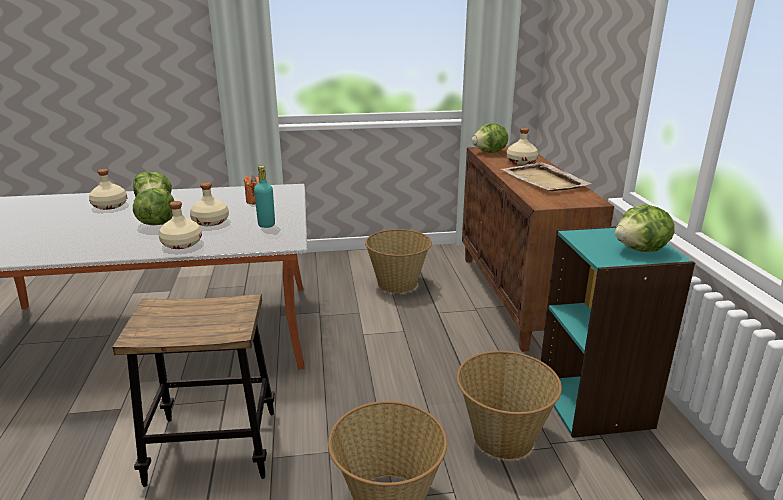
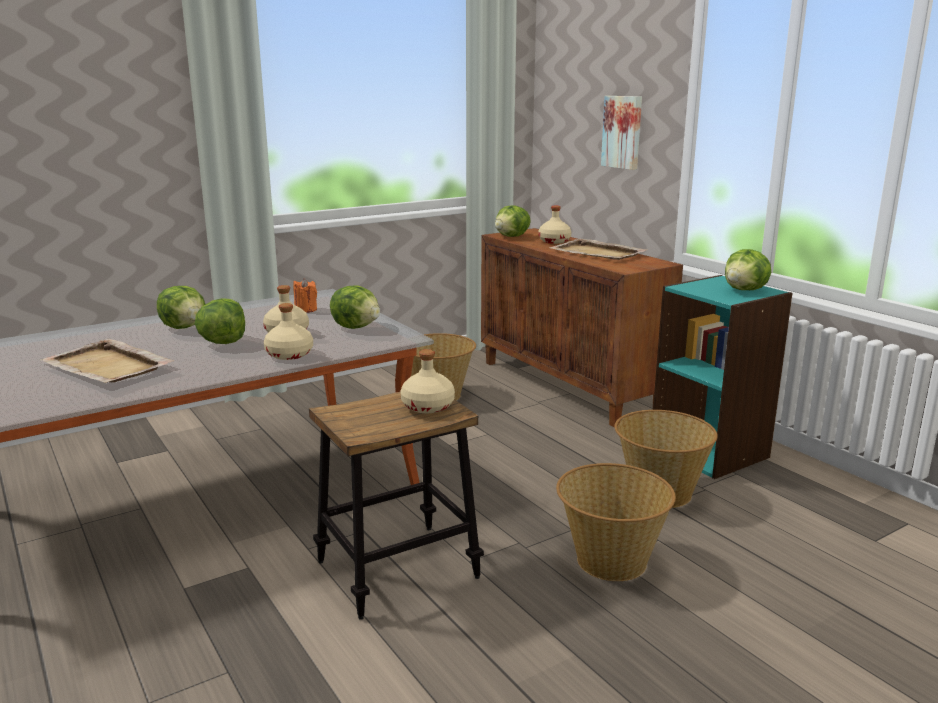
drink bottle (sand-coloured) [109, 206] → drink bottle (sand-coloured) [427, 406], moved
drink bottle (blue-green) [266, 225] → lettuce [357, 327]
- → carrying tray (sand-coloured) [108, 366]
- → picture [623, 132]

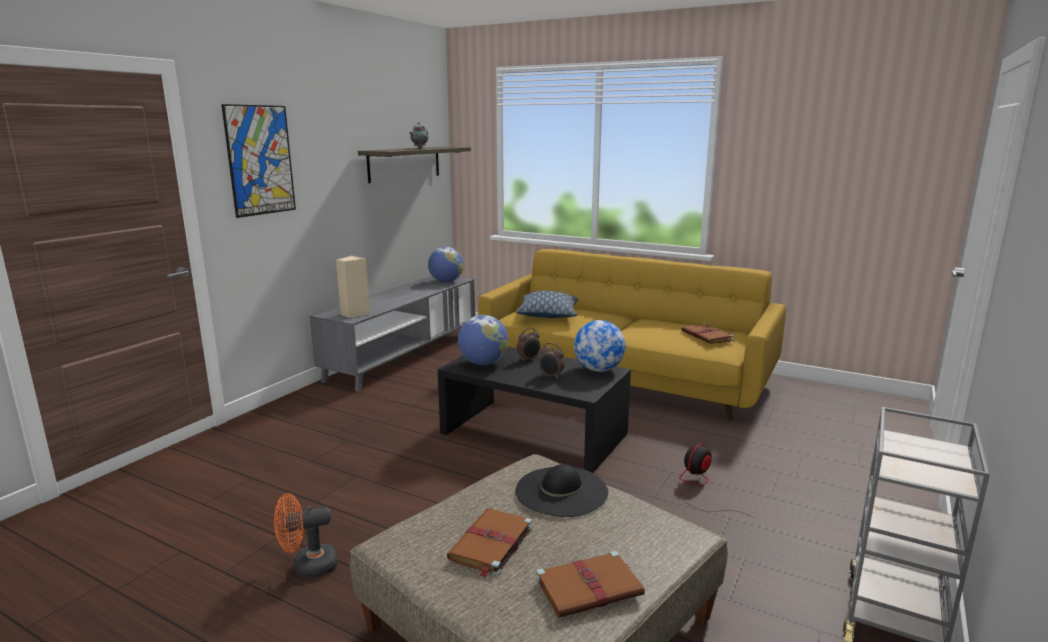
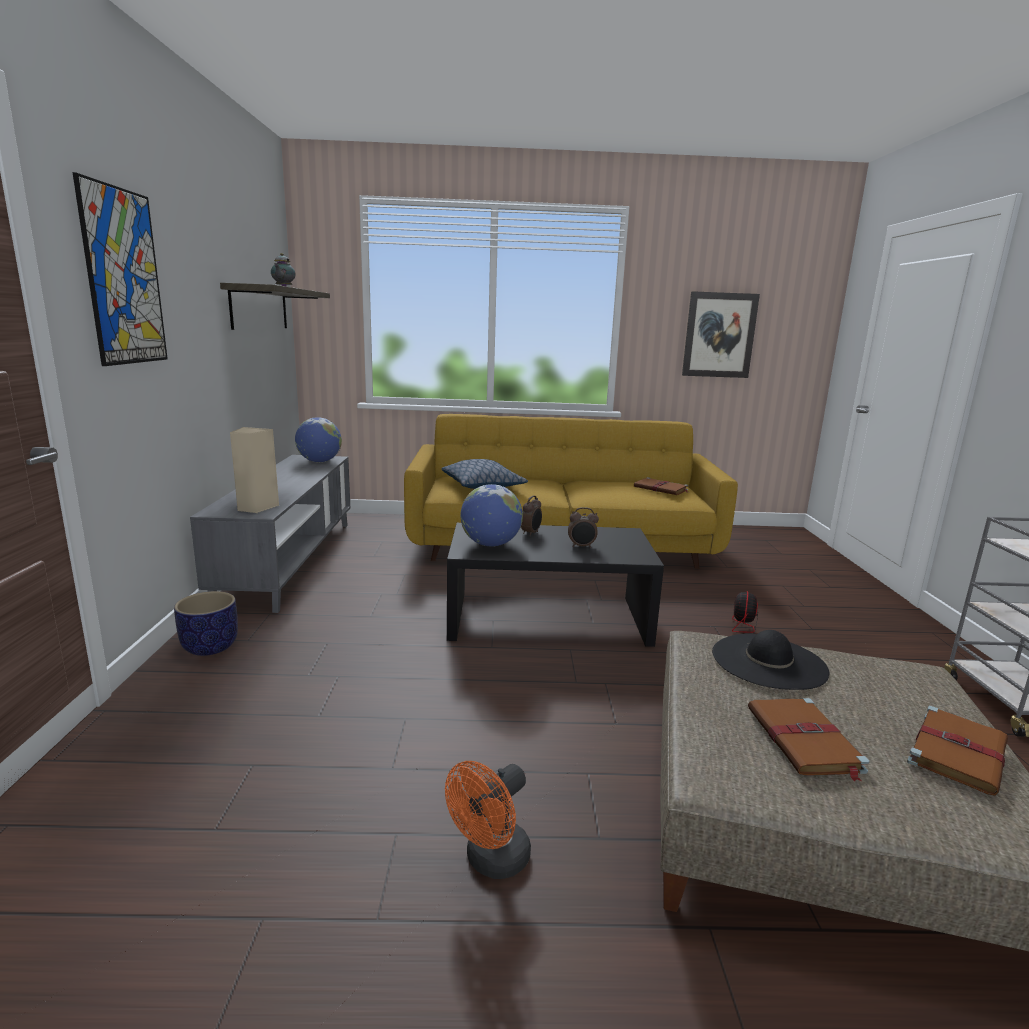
globe [598, 370] → -
- → flower pot [211, 647]
- → picture [719, 335]

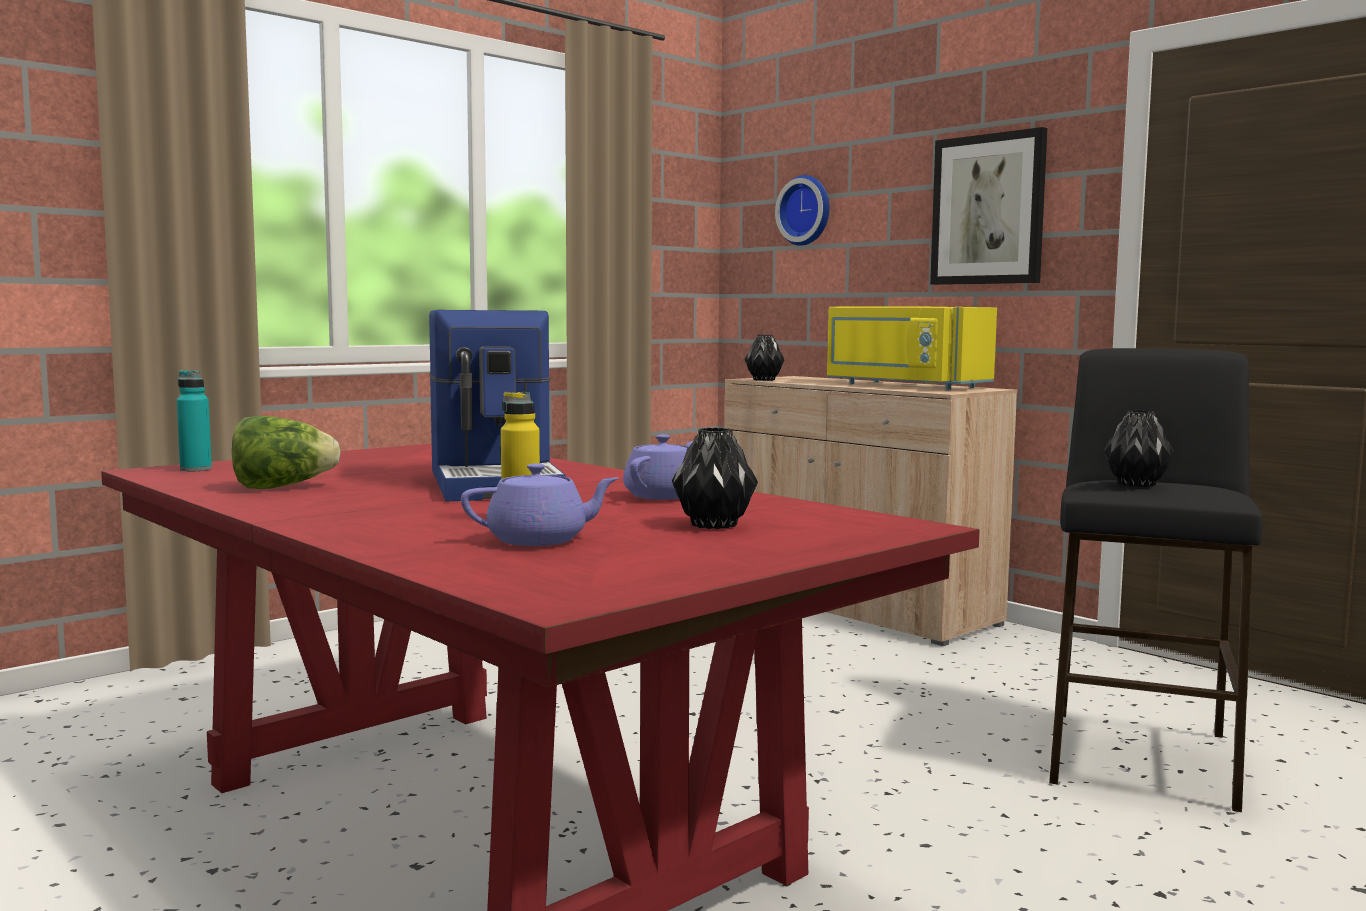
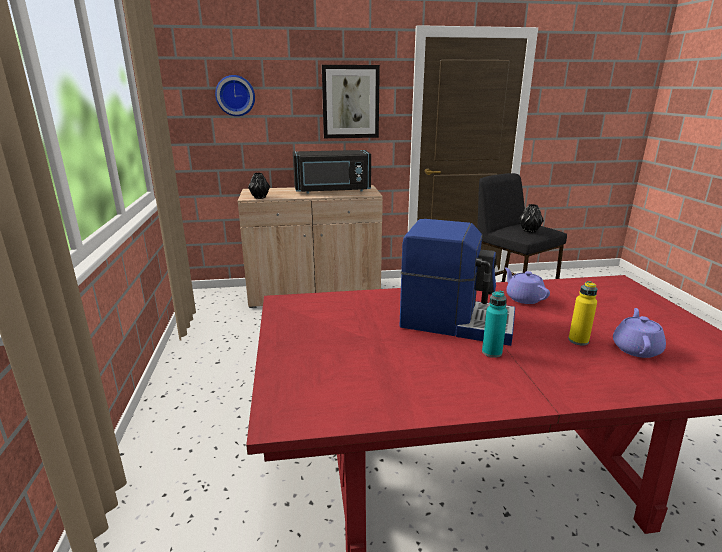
drink bottle (blue-green) [196, 469] → drink bottle (blue-green) [491, 352], moved
lettuce [282, 487] → -
flower vase (blackish) [713, 525] → -
microwave oven (yellowish) [903, 385] → microwave oven (blackish) [332, 191]

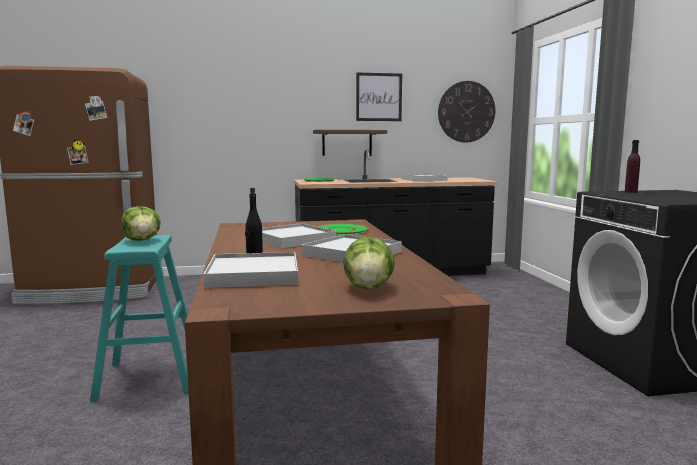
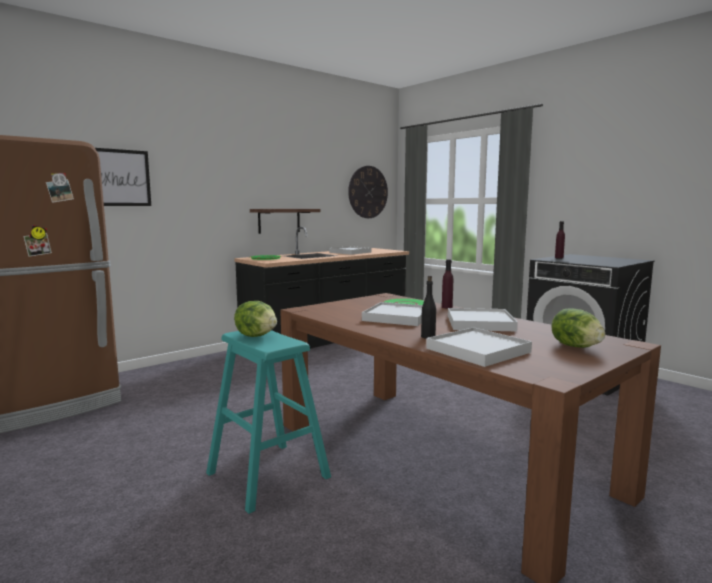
picture [379, 97] → picture [120, 178], moved
- → drink bottle (purple) [447, 307]

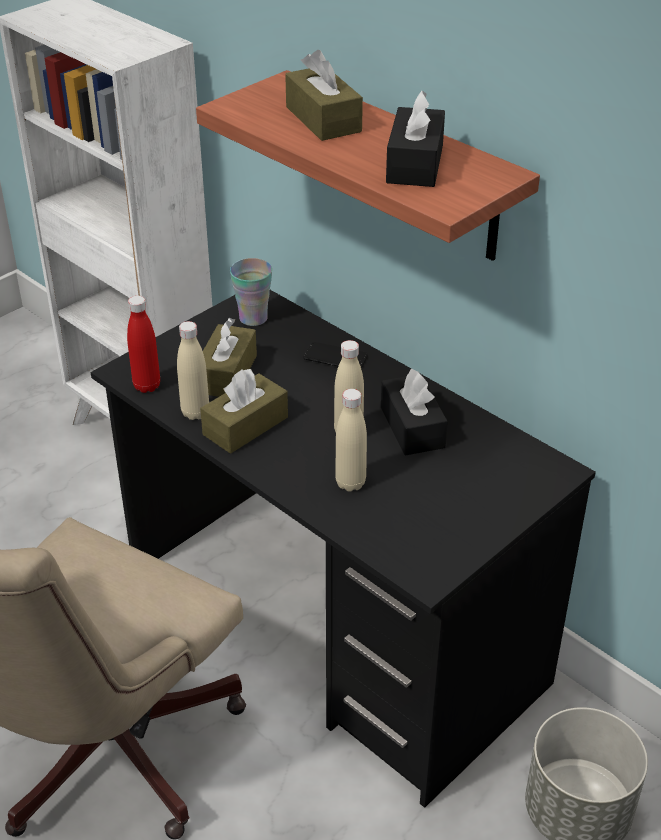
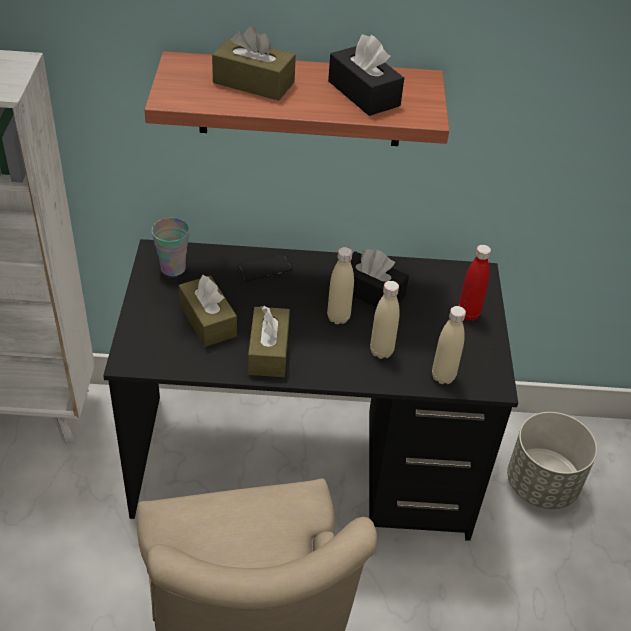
drink bottle (red) [147, 386] → drink bottle (red) [468, 314], moved
drink bottle (sand-coloured) [195, 413] → drink bottle (sand-coloured) [443, 377], moved

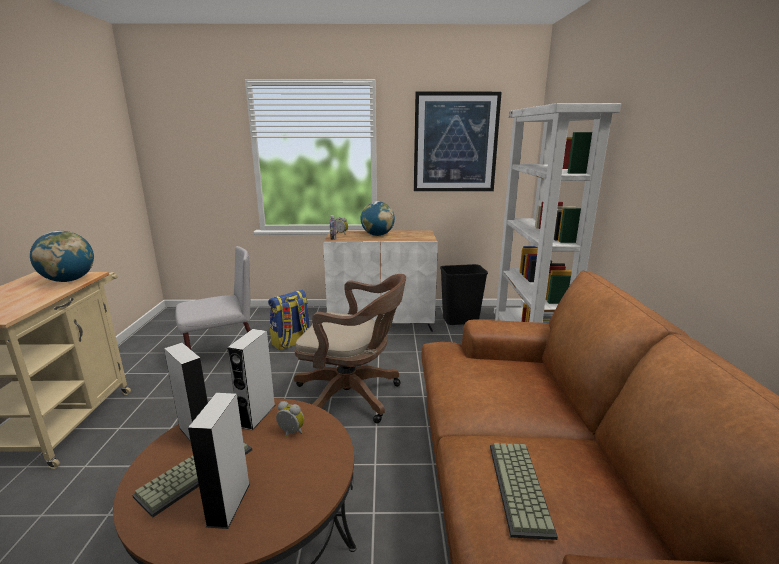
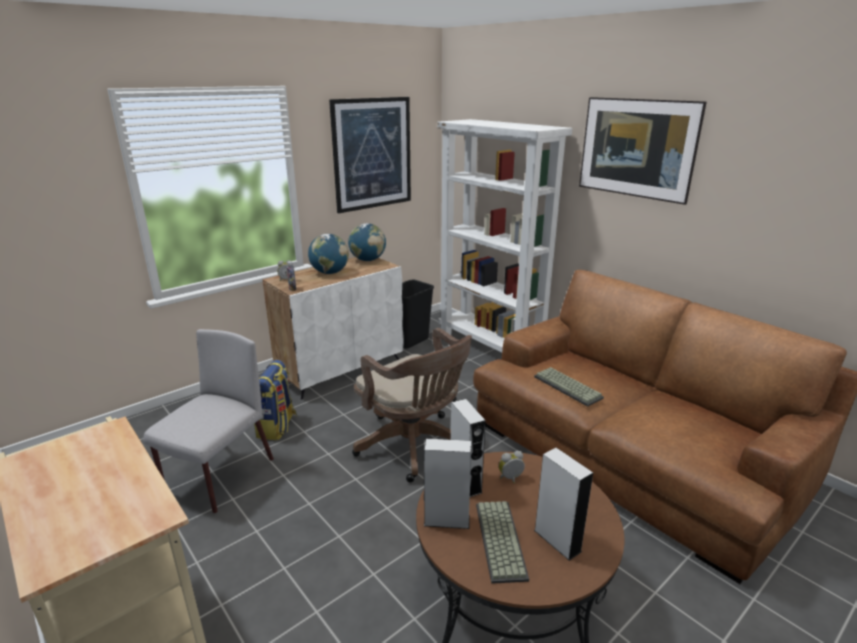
globe [69, 280] → globe [368, 260], moved
office chair (brown) [353, 396] → office chair (brown) [415, 447], 75 degrees clockwise
computer keyboard [521, 488] → computer keyboard [569, 387], moved
- → picture [633, 171]

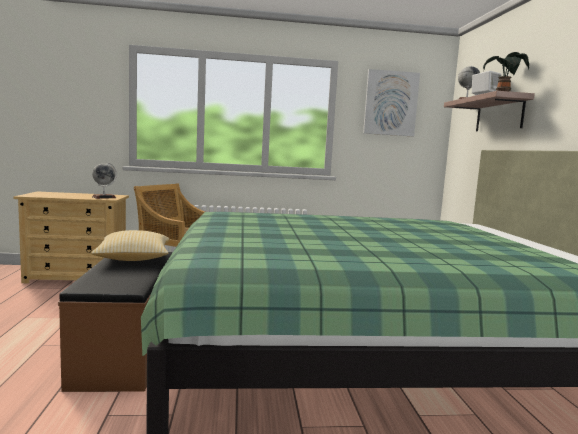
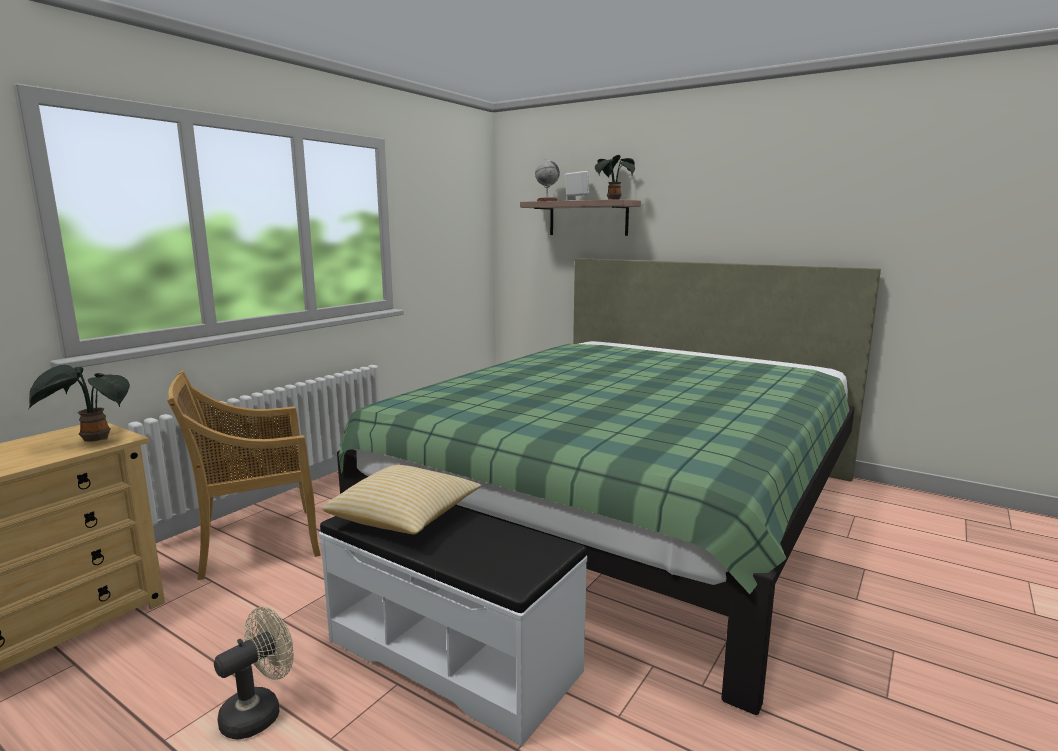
long seat (brown) [128, 350] → long seat (whitish) [453, 654]
globe [104, 197] → houseplant [92, 440]
picture [390, 103] → -
- → cooling fan (sand-coloured) [259, 712]

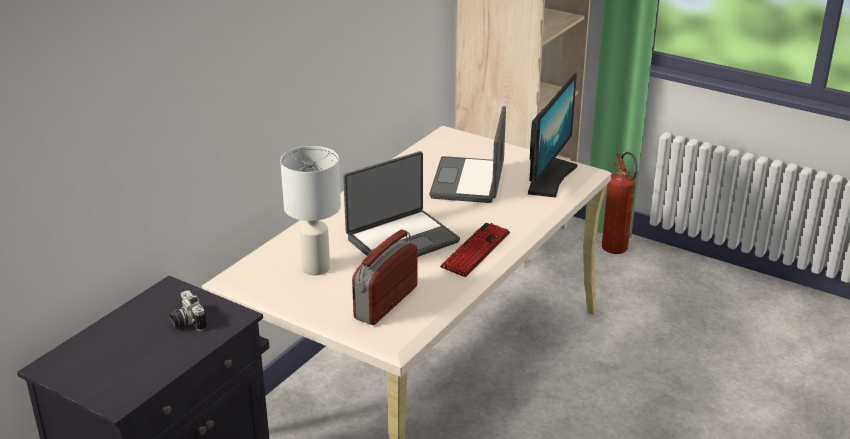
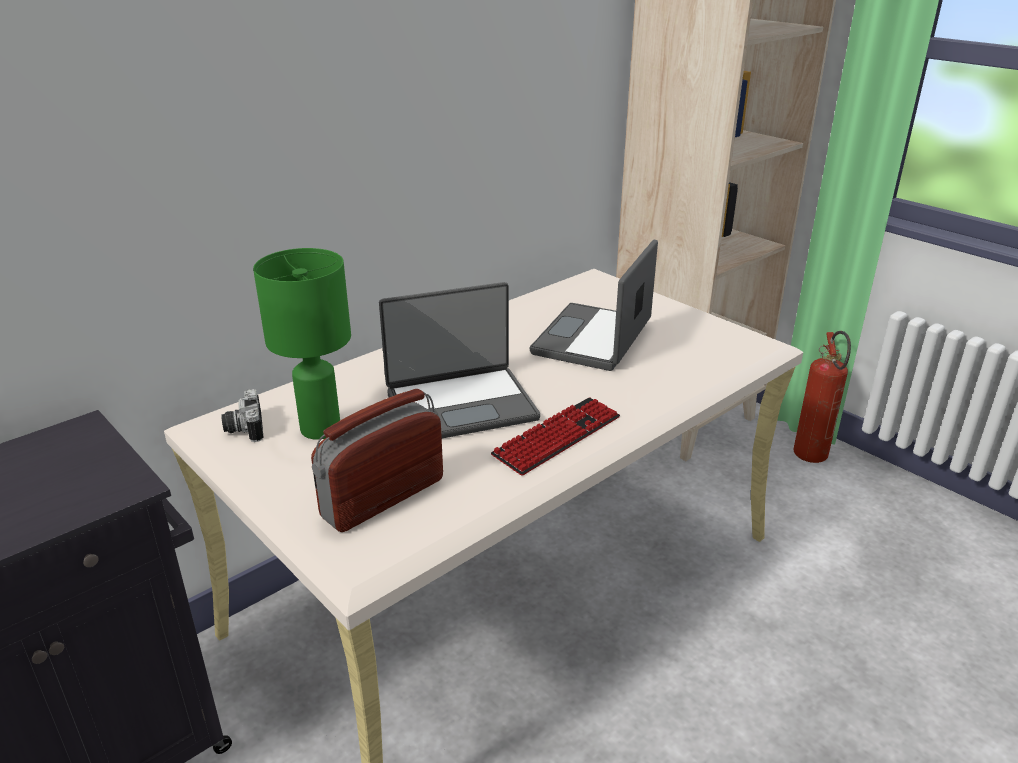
photo camera [186, 322] → photo camera [244, 429], moved
tabletop lamp (whitish) [315, 268] → tabletop lamp (green-coloured) [319, 428]
monitor [549, 178] → -

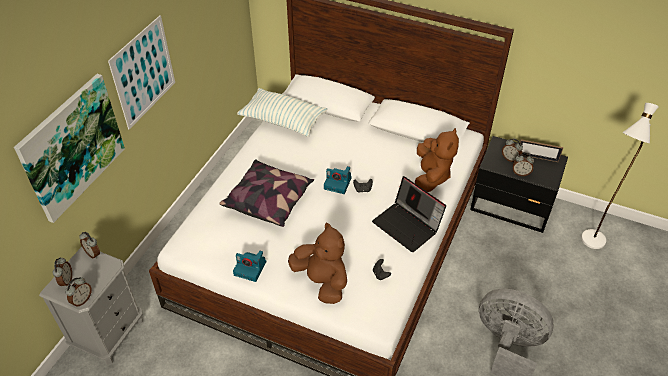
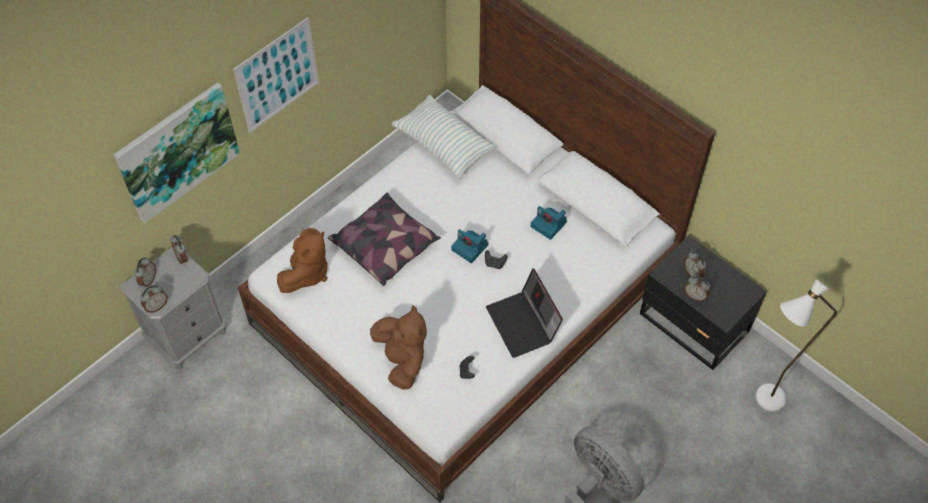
photo camera [251, 268] → photo camera [549, 224], moved
cuddly toy (brown) [431, 176] → cuddly toy (brown) [307, 273], moved
photo frame [537, 157] → -

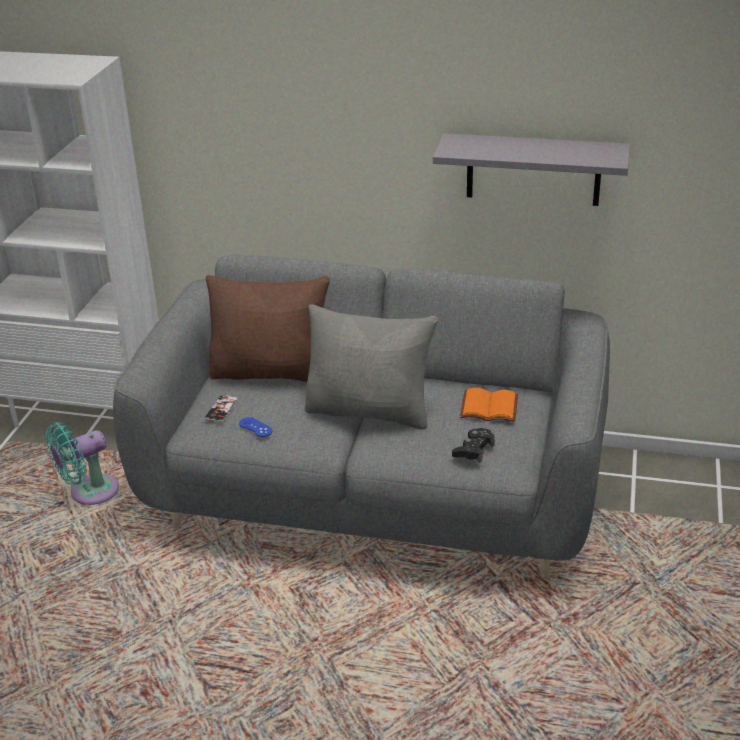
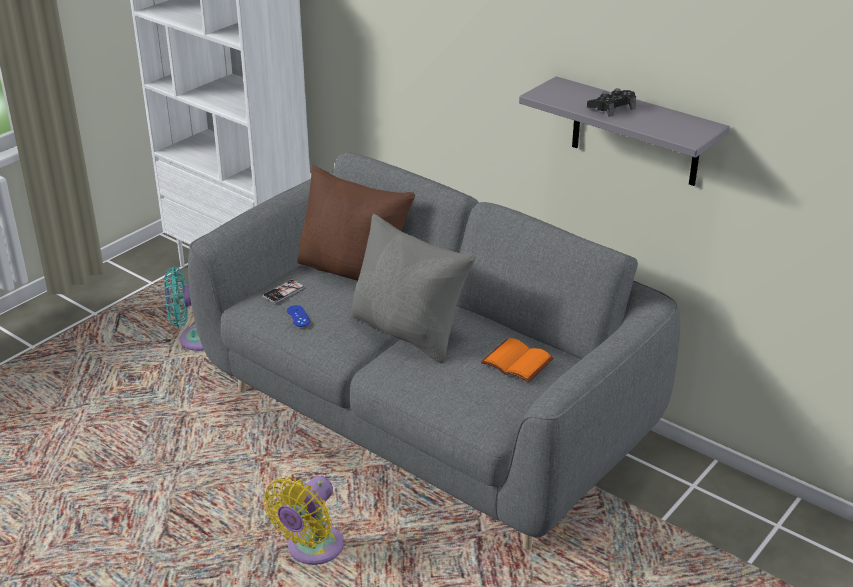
gamepad (blackish) [473, 450] → gamepad (blackish) [612, 108], moved
- → cooling fan (yellowish) [311, 549]

